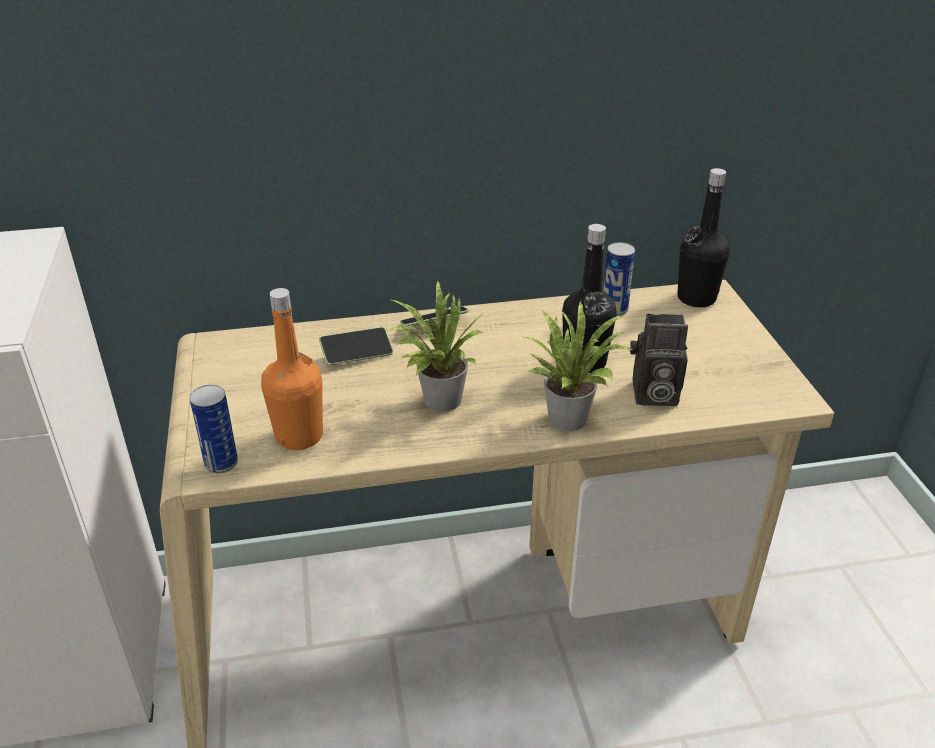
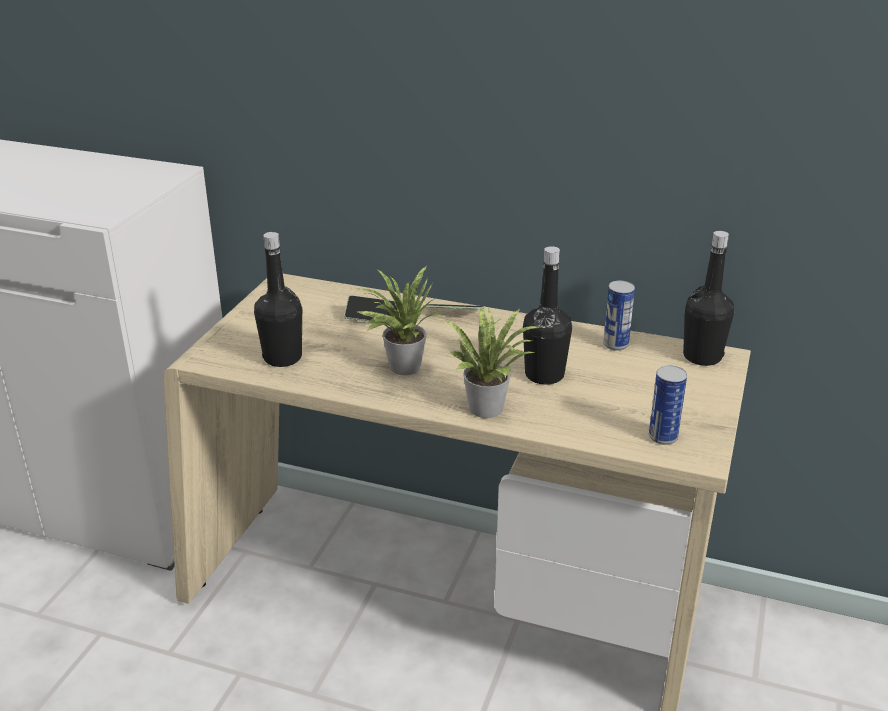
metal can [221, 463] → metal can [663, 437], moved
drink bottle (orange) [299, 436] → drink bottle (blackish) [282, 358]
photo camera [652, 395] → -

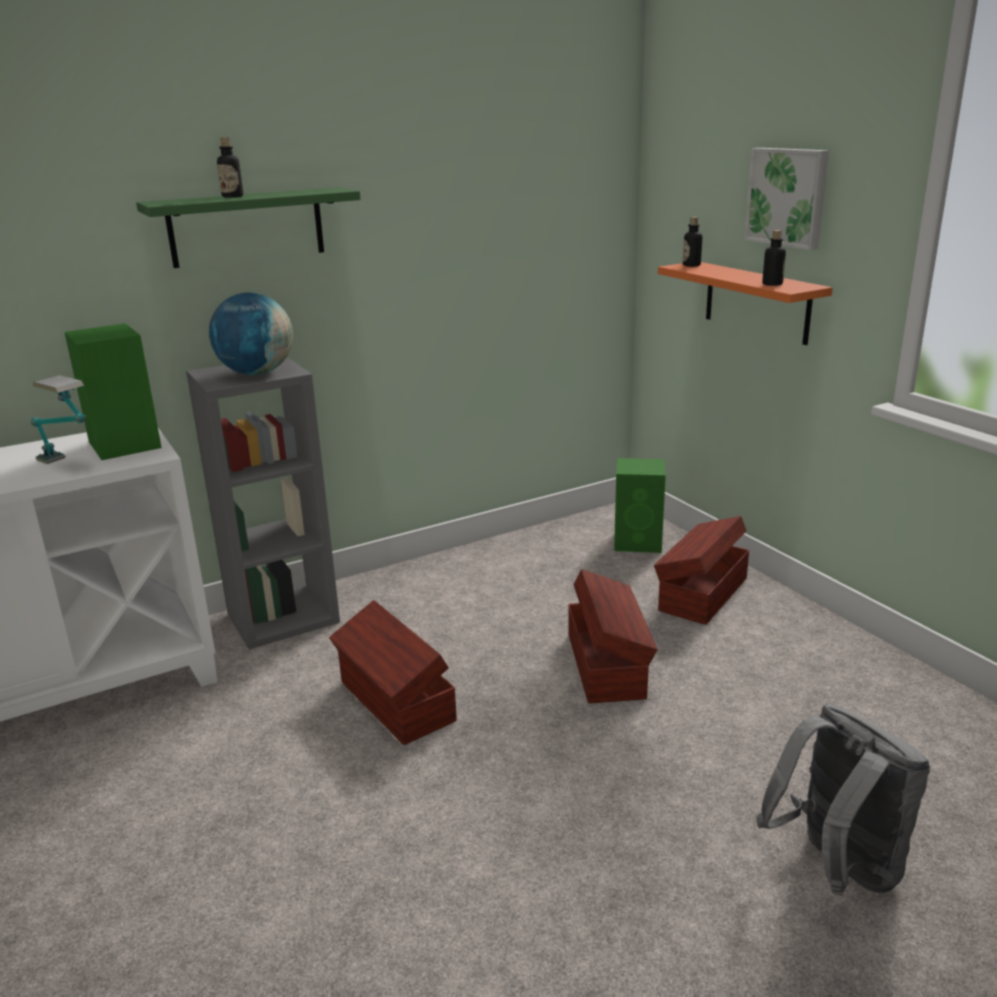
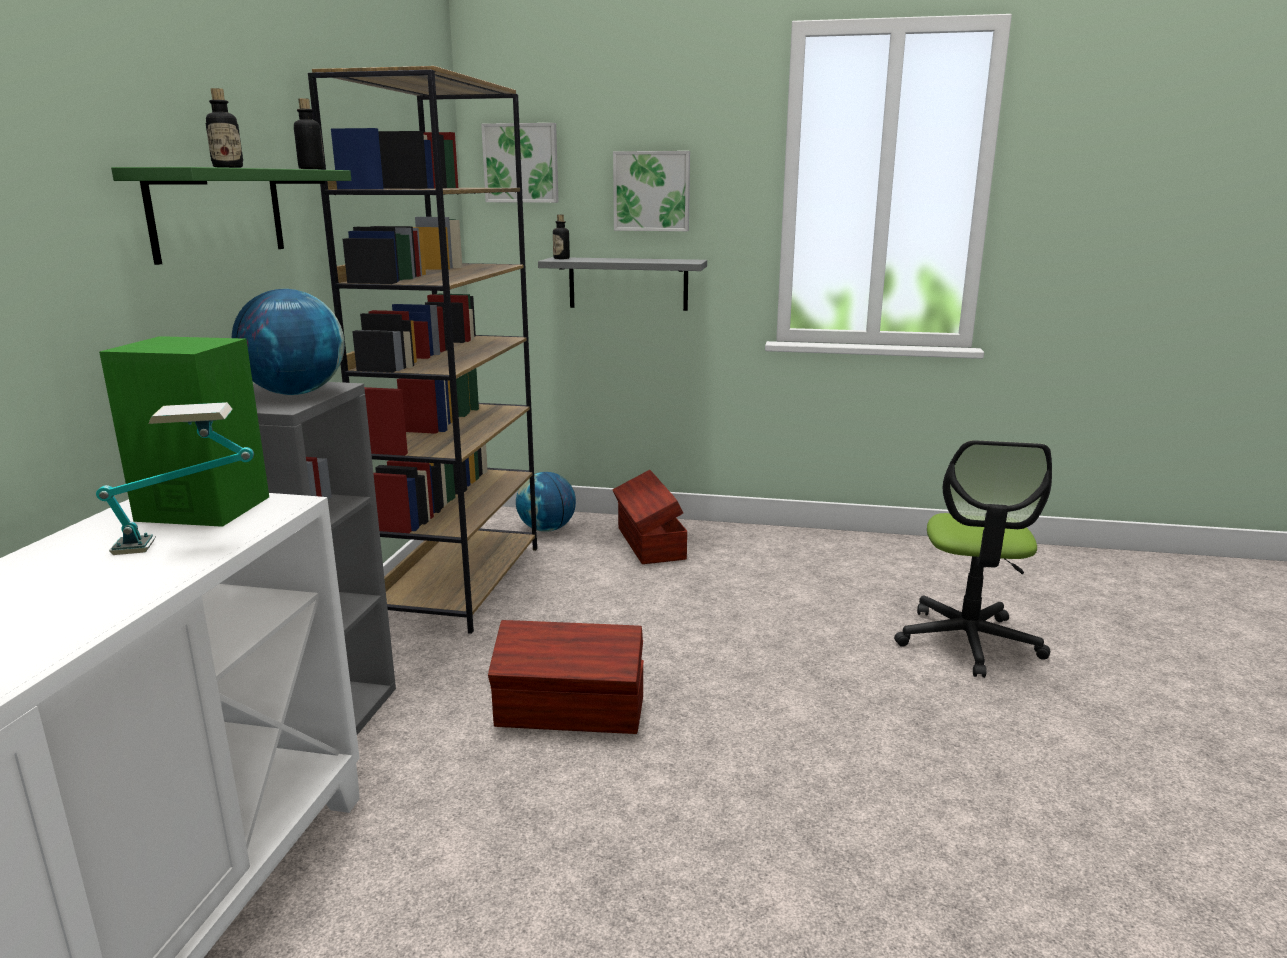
storage bin (brown) [607, 664] → -
audio speaker (green-coloured) [639, 542] → globe [547, 529]
shelf (orange) [756, 302] → shelf (gray) [628, 283]
backpack (gray) [836, 868] → office chair [968, 641]
drink bottle [772, 284] → drink bottle [311, 169], moved
- → shelving unit (brown) [460, 582]
- → picture [521, 163]

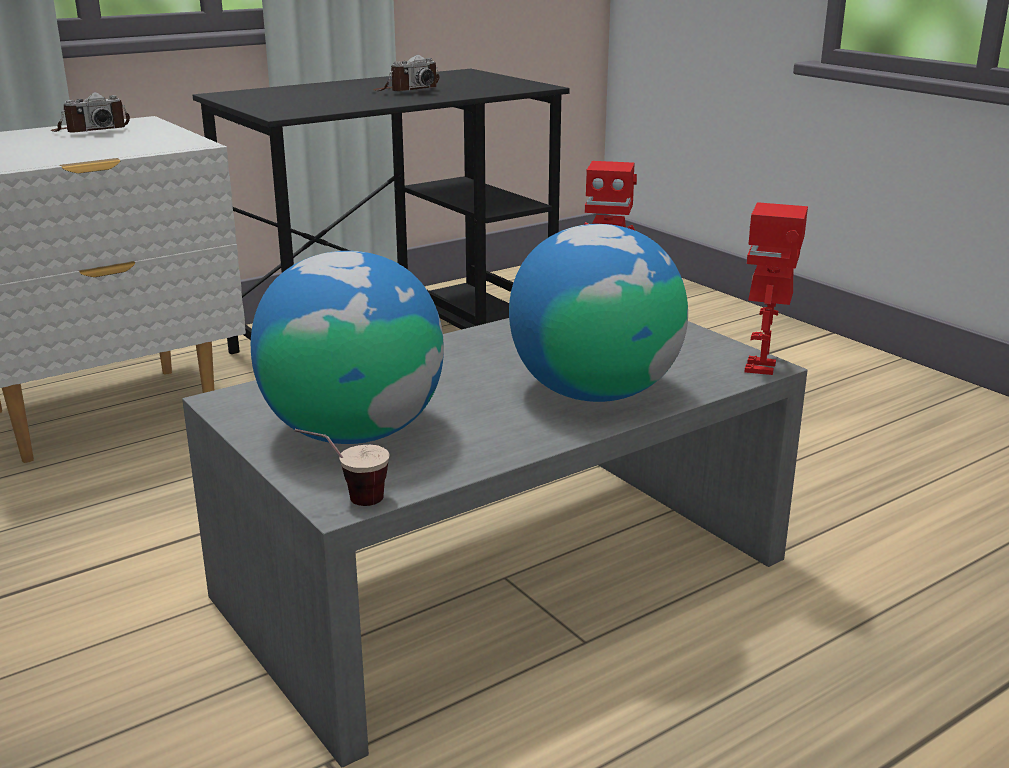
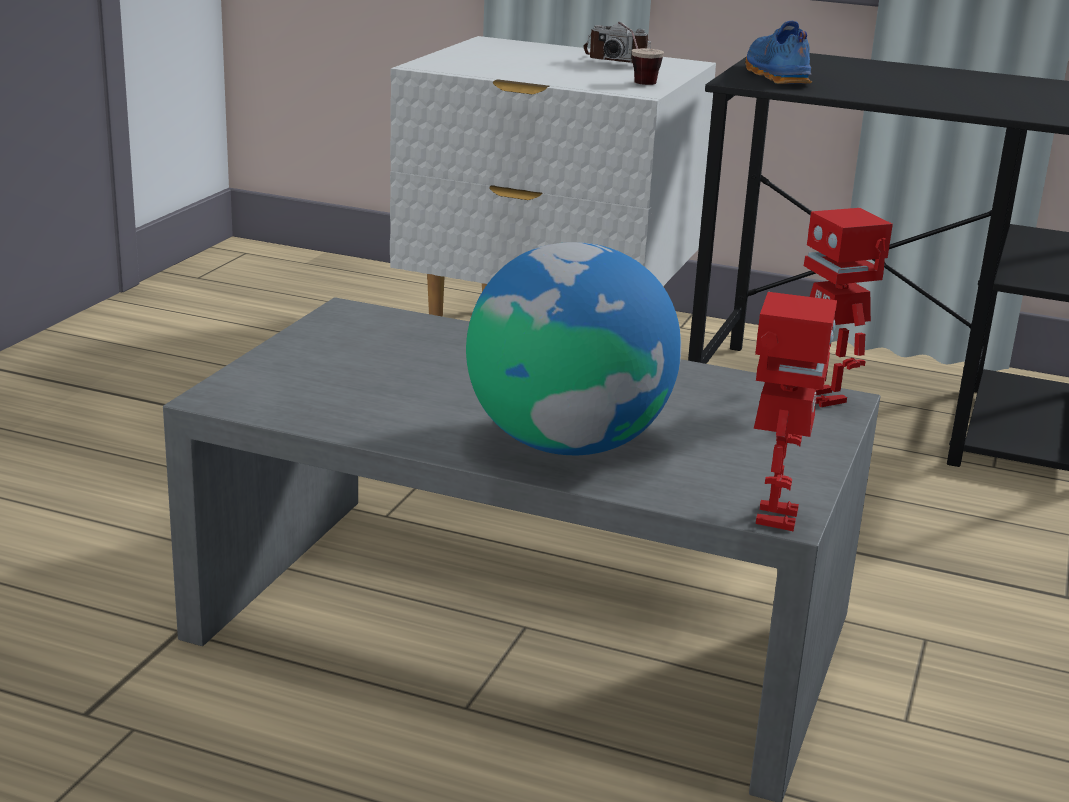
globe [353, 432] → -
small cup [346, 500] → small cup [635, 81], moved
photo camera [407, 90] → -
toy robot [762, 368] → toy robot [773, 517], 120 degrees clockwise
- → item of footwear (blue-coloured) [775, 75]

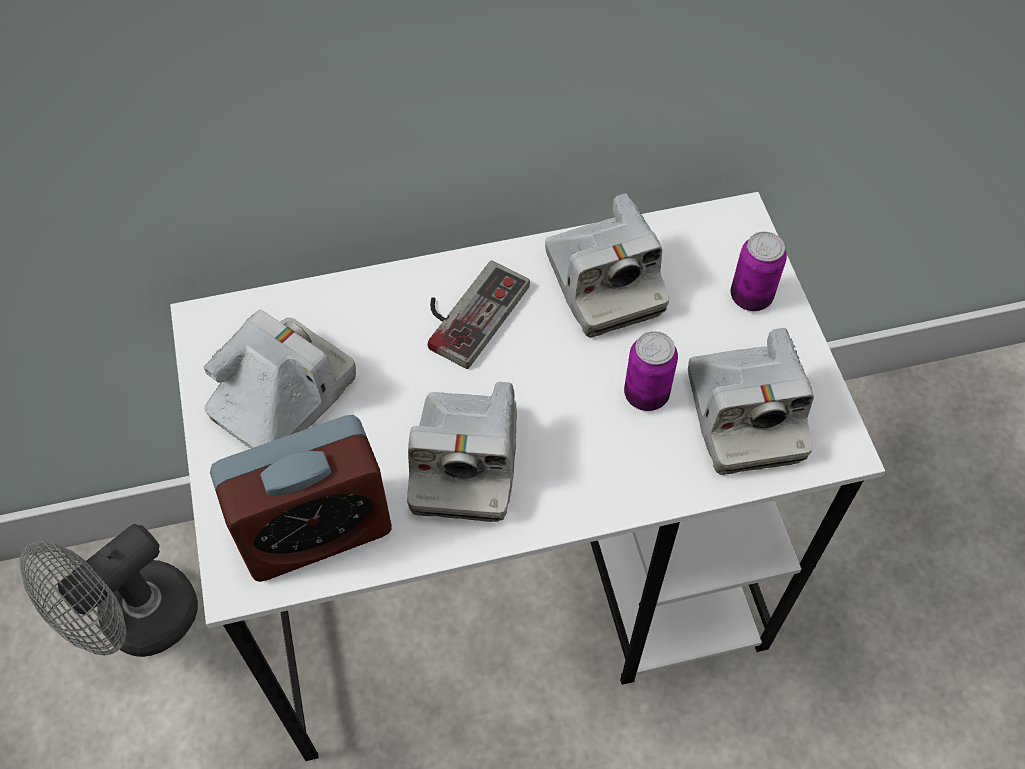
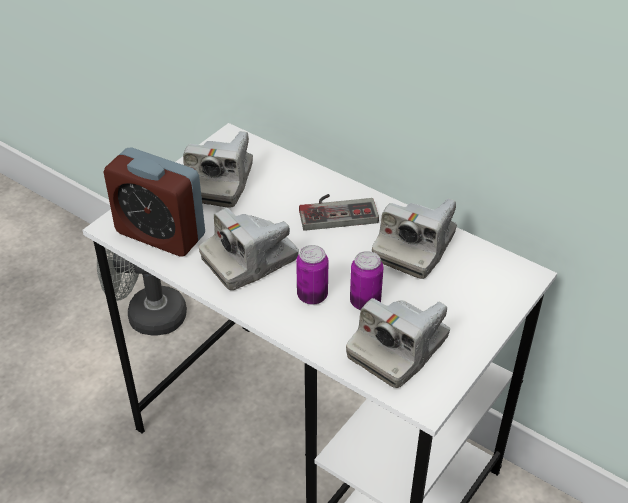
photo camera [283, 397] → photo camera [219, 182], 105 degrees clockwise
metal can [751, 297] → metal can [312, 296], moved

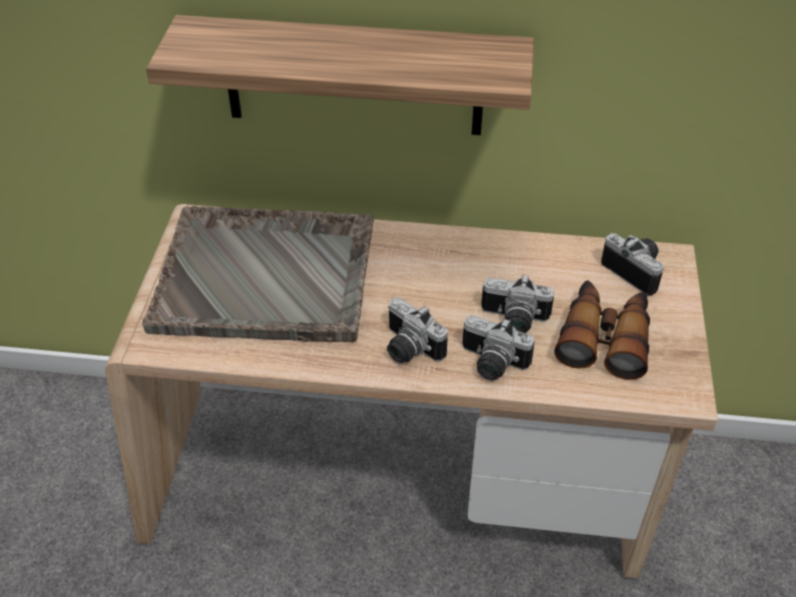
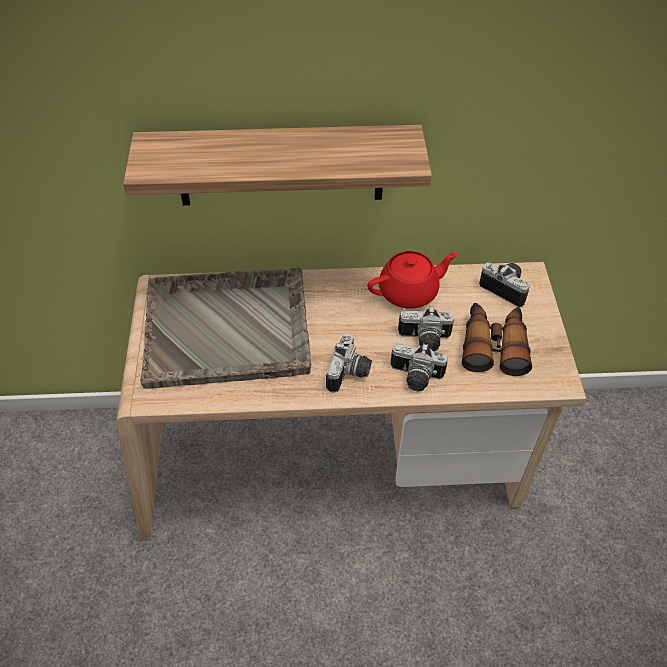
photo camera [407, 349] → photo camera [350, 374], 105 degrees counterclockwise
- → pot for tea (red) [409, 292]

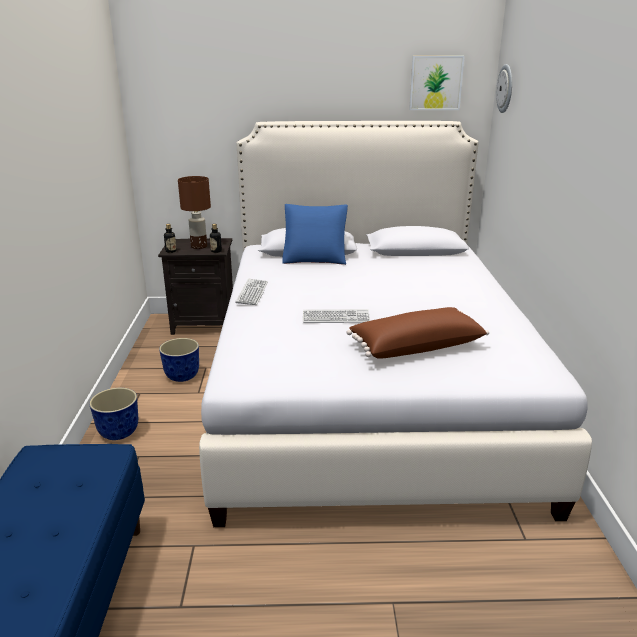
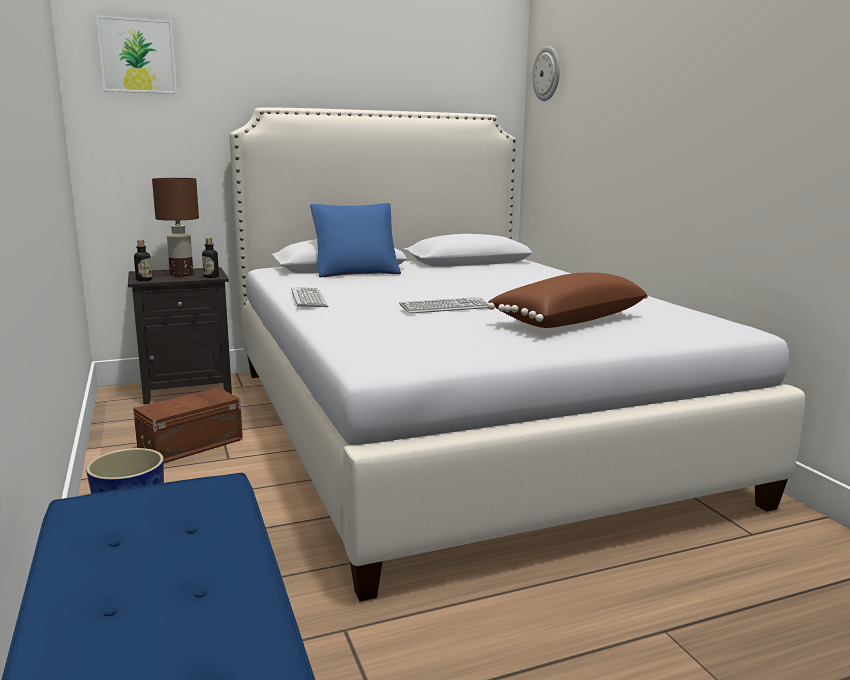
flower pot [183, 376] → storage bin (brown) [193, 445]
picture [436, 83] → picture [137, 56], moved

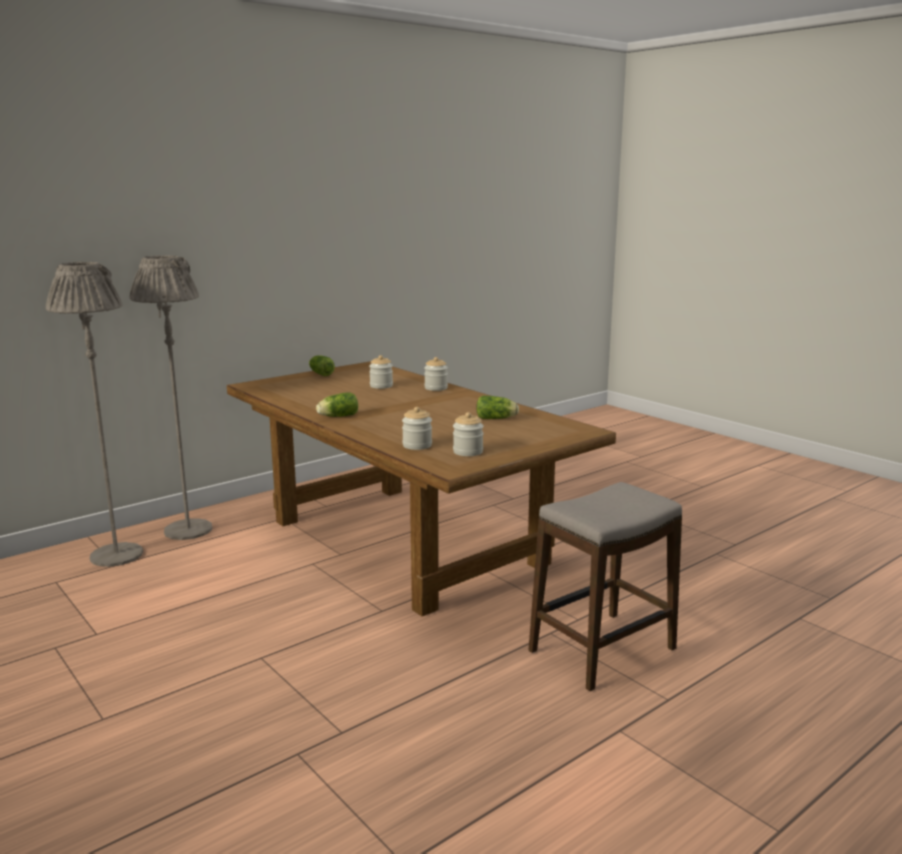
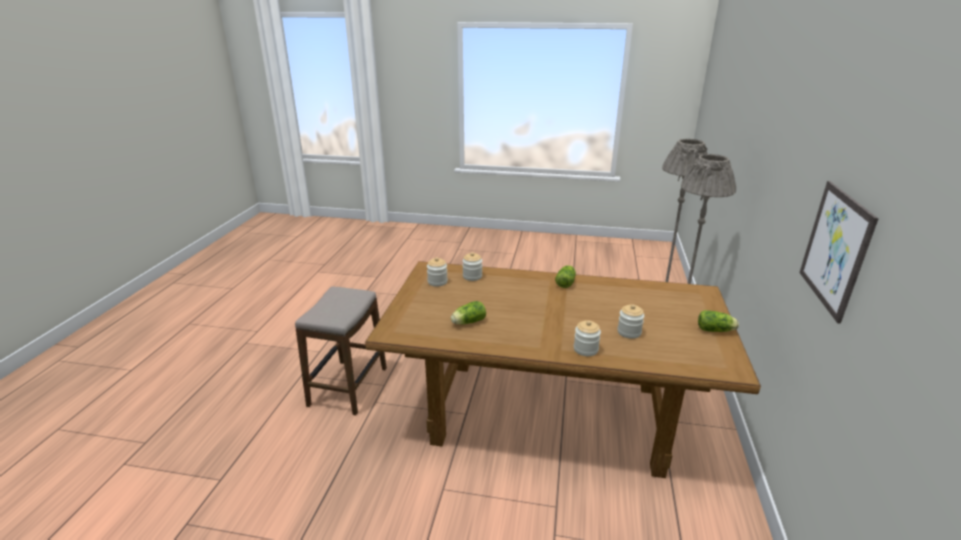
- → picture [835, 249]

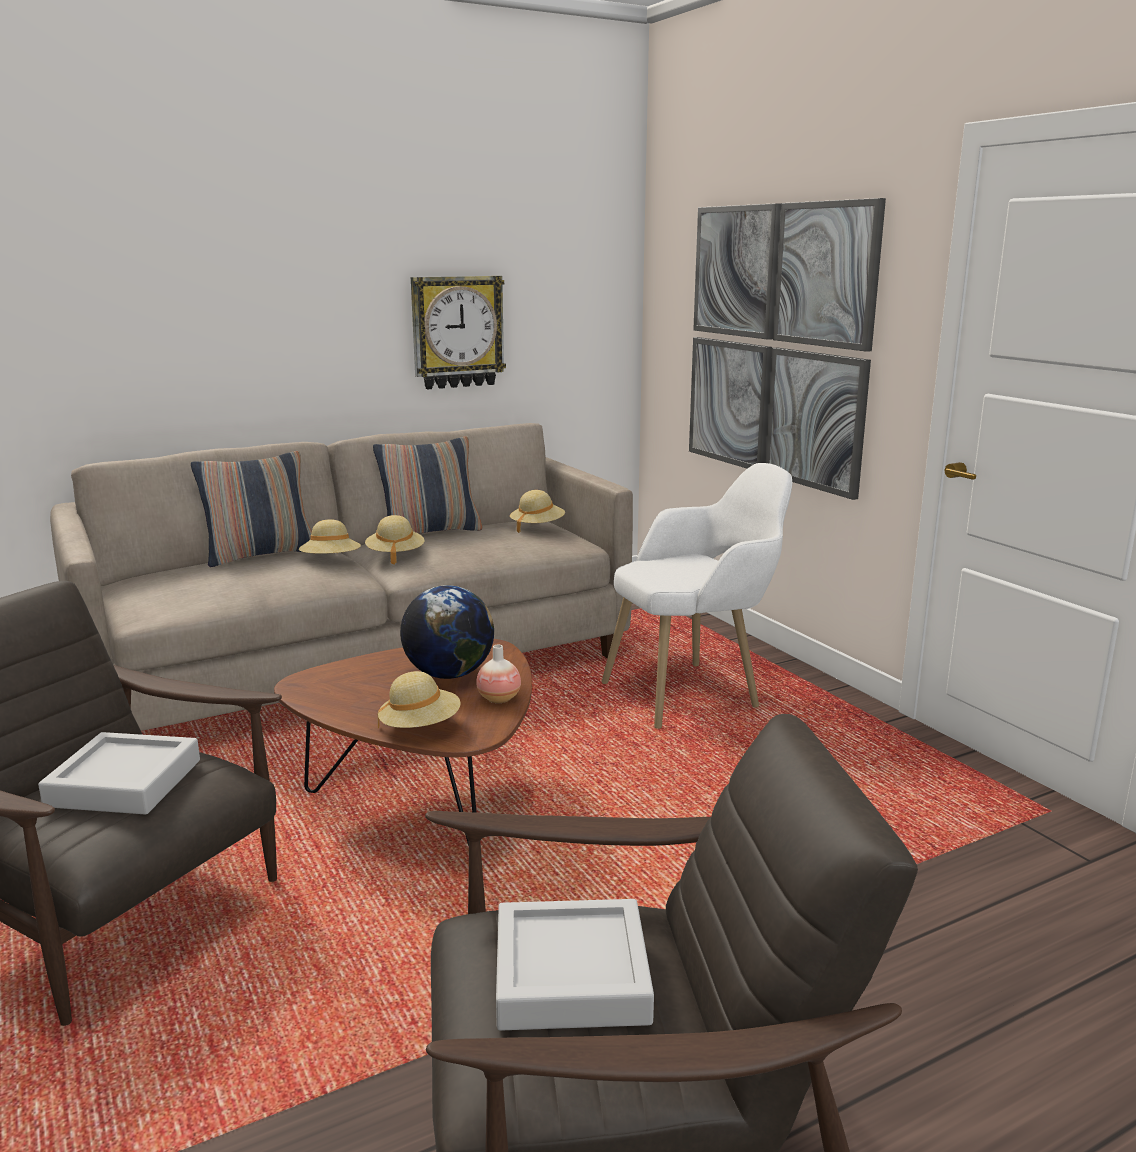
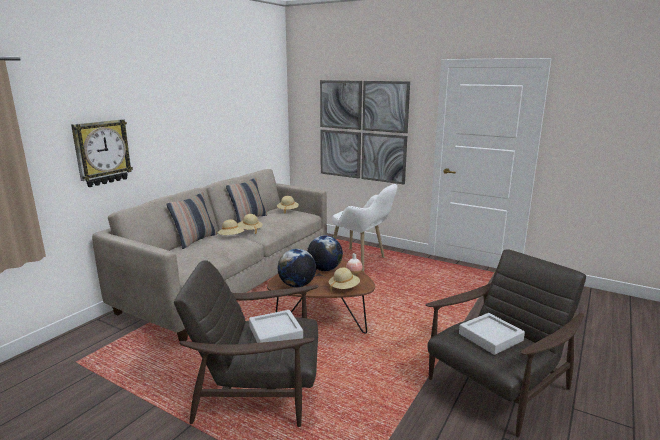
hanging clock [457, 332] → hanging clock [102, 152], moved
lounge chair (whitish) [696, 691] → lounge chair (whitish) [362, 261], 90 degrees clockwise
- → globe [297, 285]

